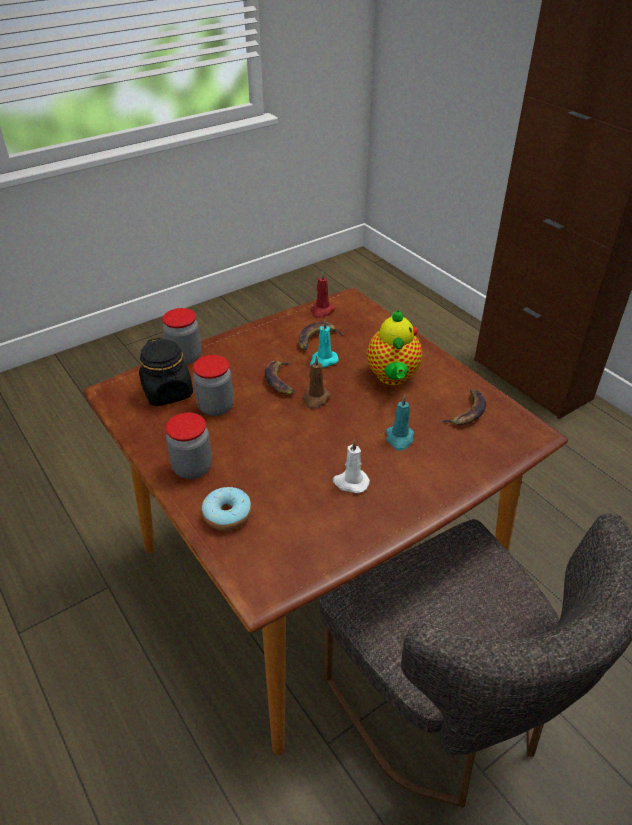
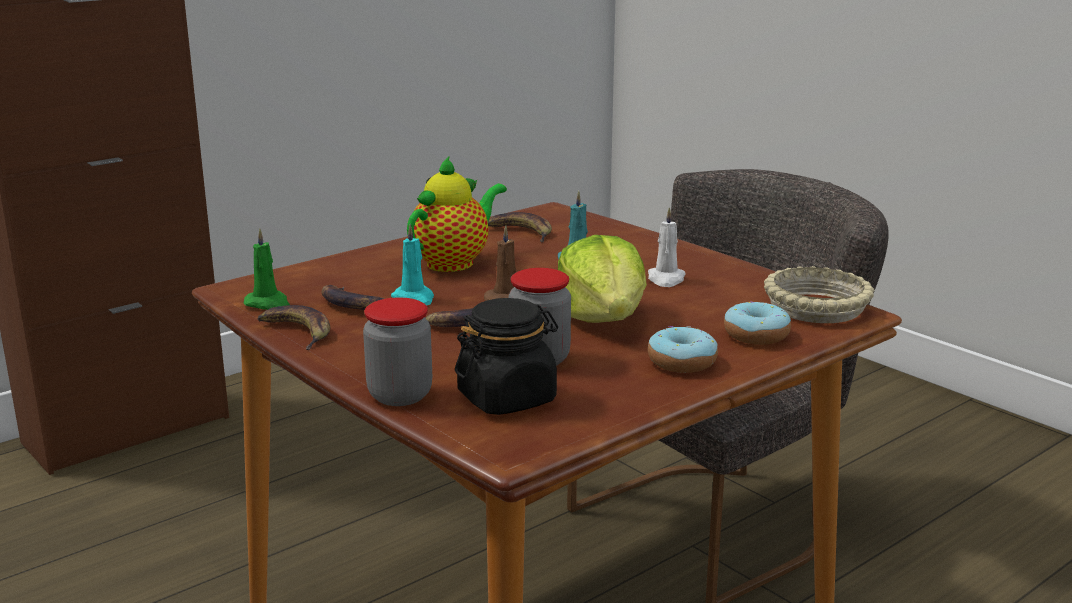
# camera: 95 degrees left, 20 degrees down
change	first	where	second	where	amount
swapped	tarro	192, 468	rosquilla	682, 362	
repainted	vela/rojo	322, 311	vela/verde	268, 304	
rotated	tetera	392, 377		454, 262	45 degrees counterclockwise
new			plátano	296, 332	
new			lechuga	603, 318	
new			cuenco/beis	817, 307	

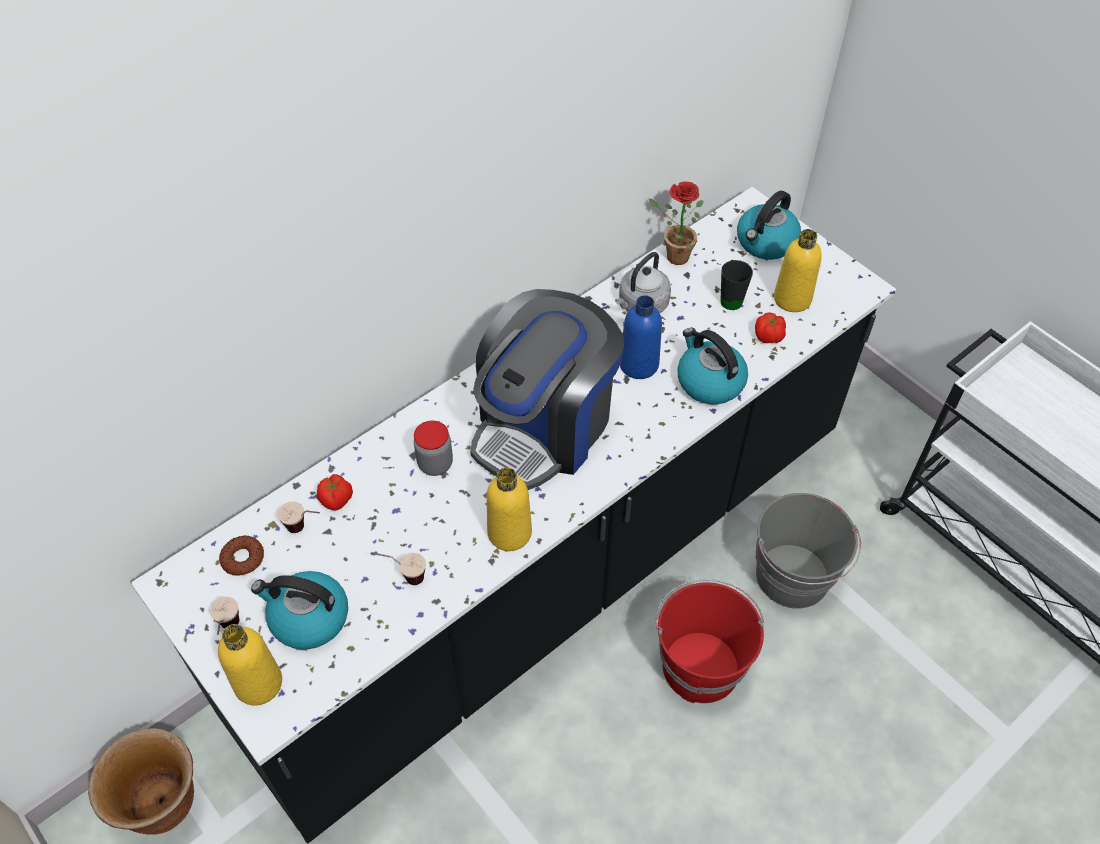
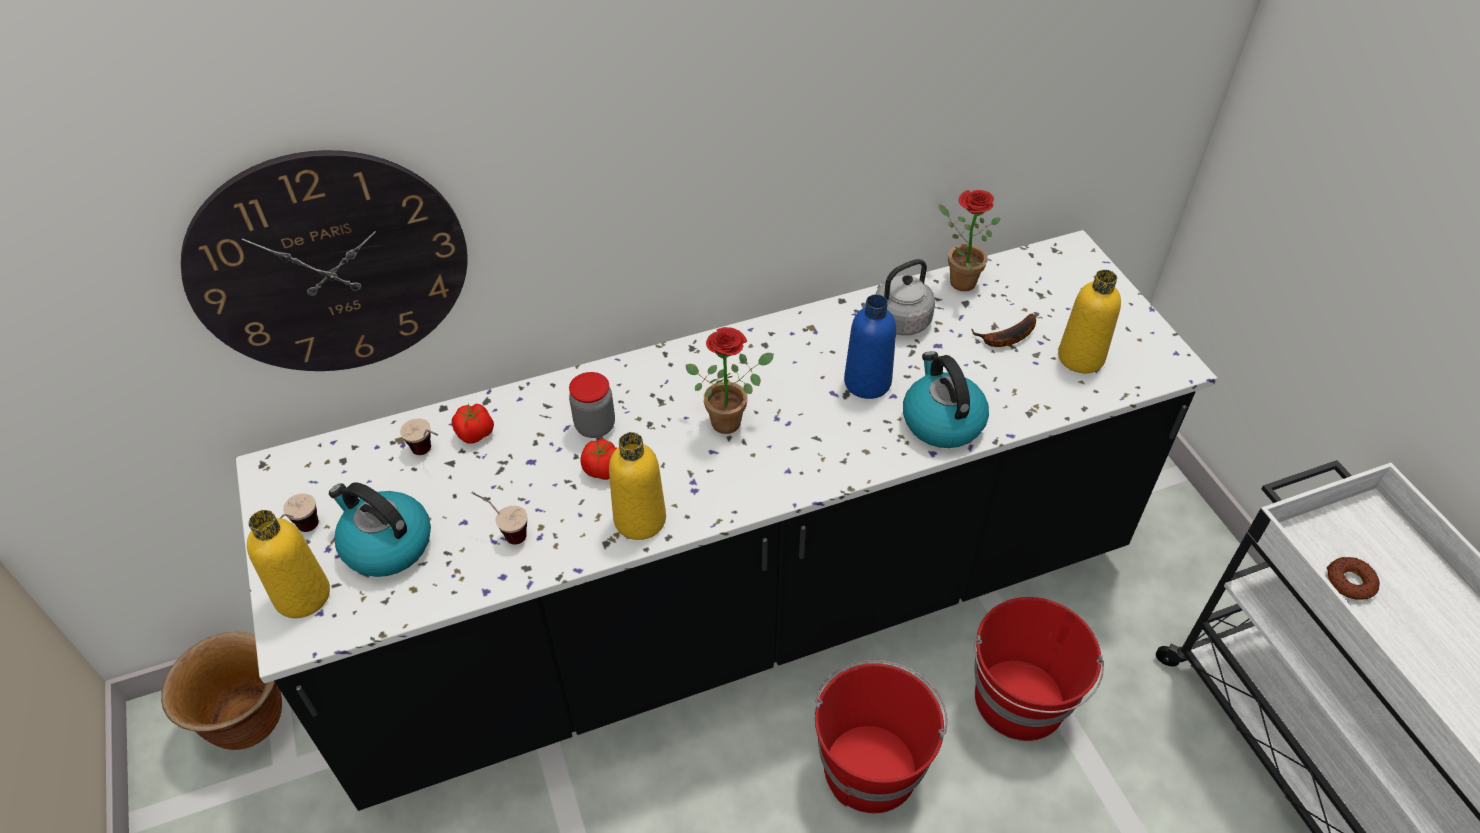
# camera: 20 degrees right, 5 degrees down
change	first	where	second	where	amount
shifted	rosquilla	242, 558		1350, 582	
swapped	cafetera	544, 426	planta en maceta	731, 419	
swapped	taza grande/negro	730, 297	plátano	1006, 338	
gone	hervidor	766, 243			
shifted	tomate	769, 337		603, 470	
repainted	cubo/gris	793, 577	cubo/rojo	1020, 701	
new			reloj de pared	330, 266	

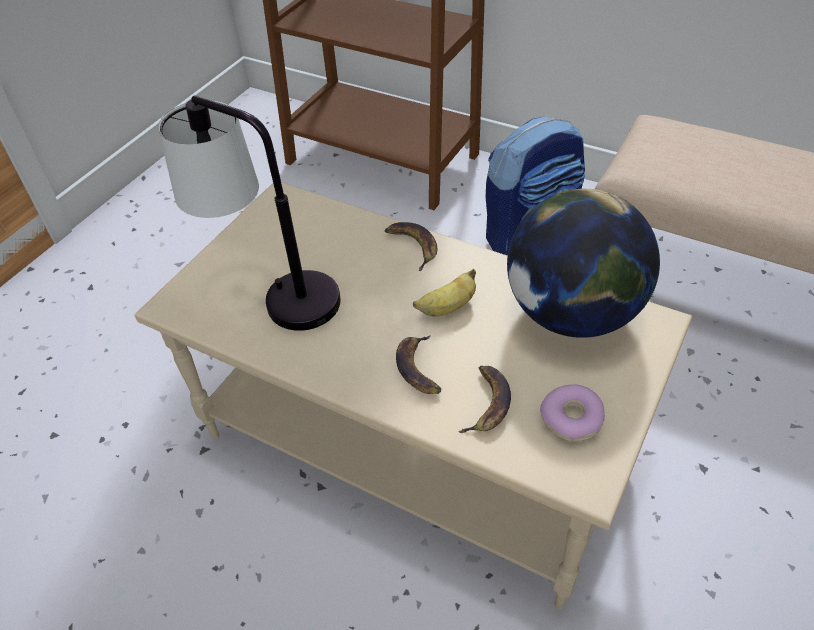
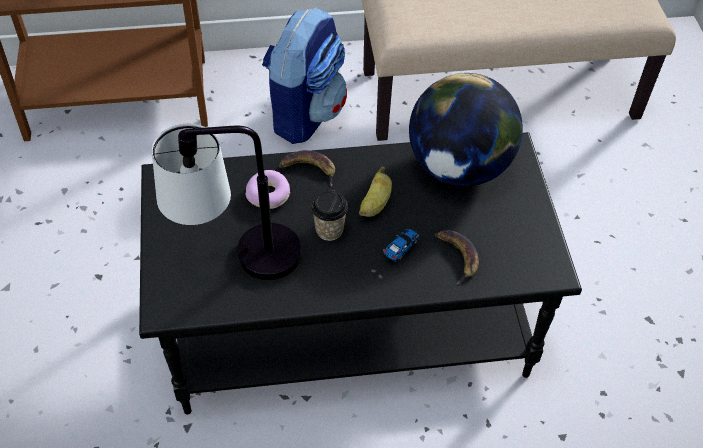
# camera: 40 degrees left, 5 degrees up
change	first	where	second	where	amount
repainted	mesa de centro/beis	418, 441	mesa de centro/negro	350, 323	
swapped	plátano	419, 368	coche de juguete	395, 257	
shifted	rosquilla	572, 419		268, 195	
new			taza	329, 230	

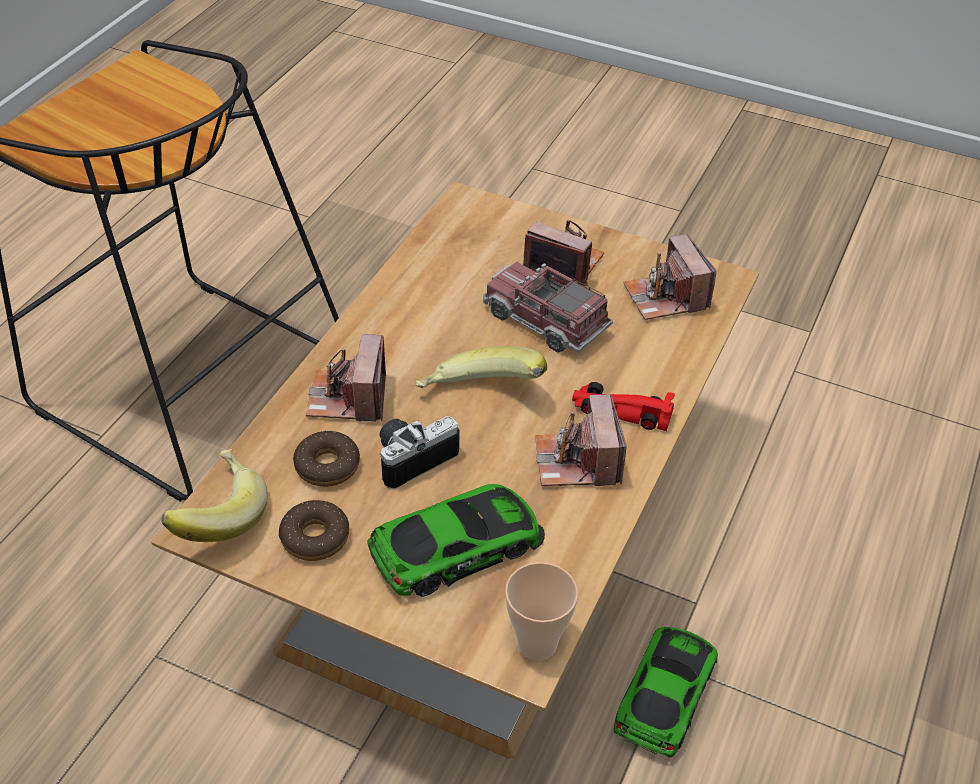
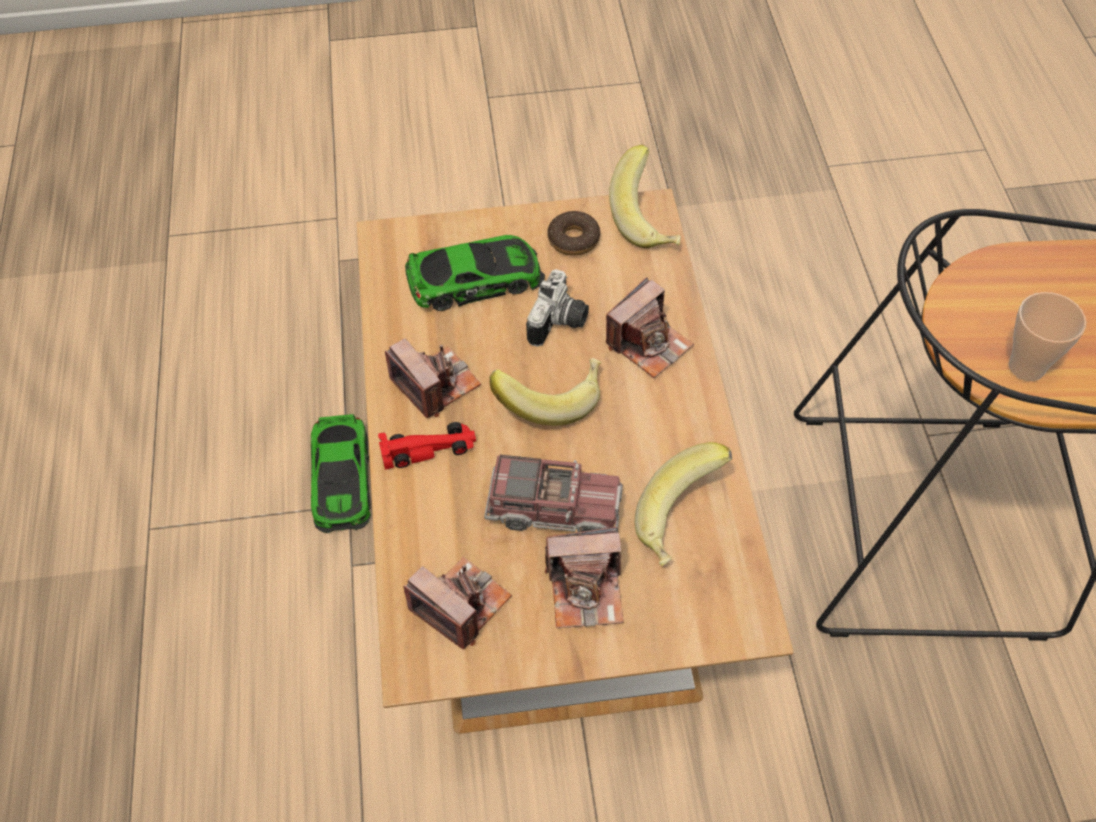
# camera: 150 degrees right, 10 degrees up
change	first	where	second	where	amount
gone	rosquilla	327, 466			
rotated	cámara	349, 398		648, 344	75 degrees clockwise
rotated	coche de juguete	458, 547		476, 280	135 degrees counterclockwise
shifted	taza	537, 643		1026, 367	
new			plátano	683, 520	

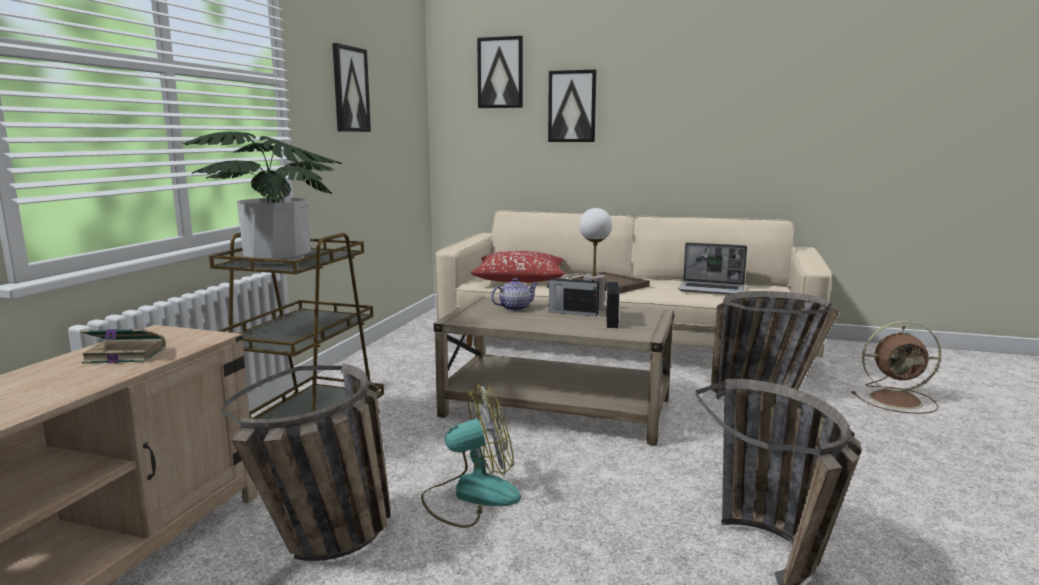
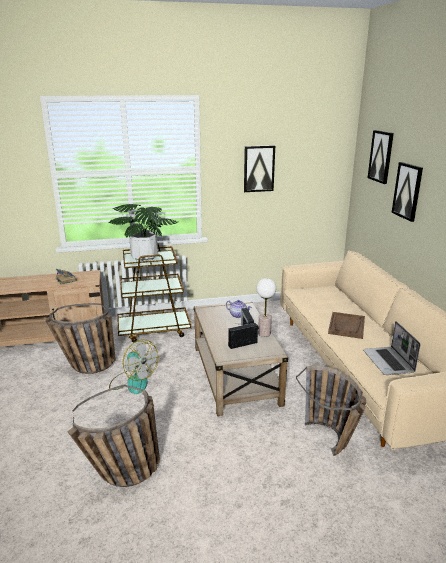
# camera: 60 degrees right, 10 degrees up
change	first	where	second	where	amount
gone	cojín/rojo	520, 280			
gone	ventilador/marrón	897, 400			

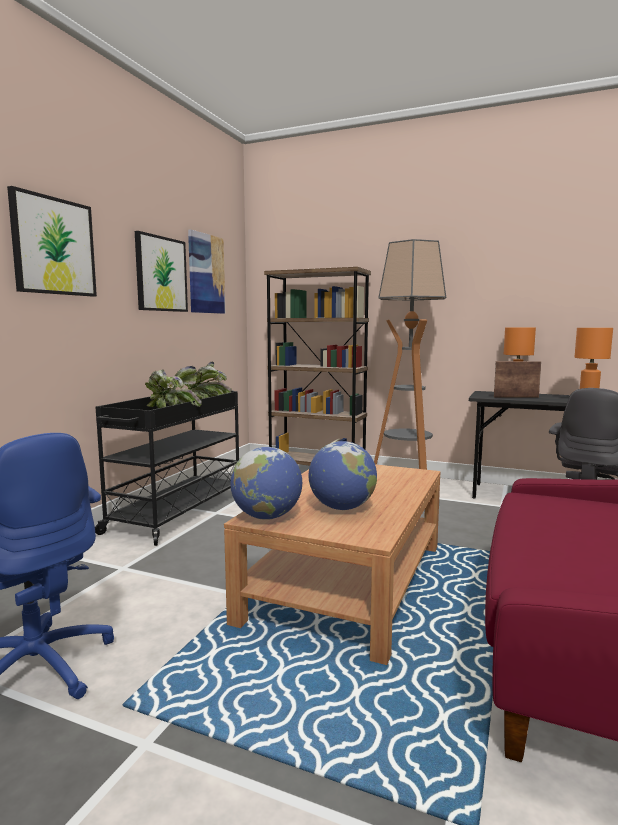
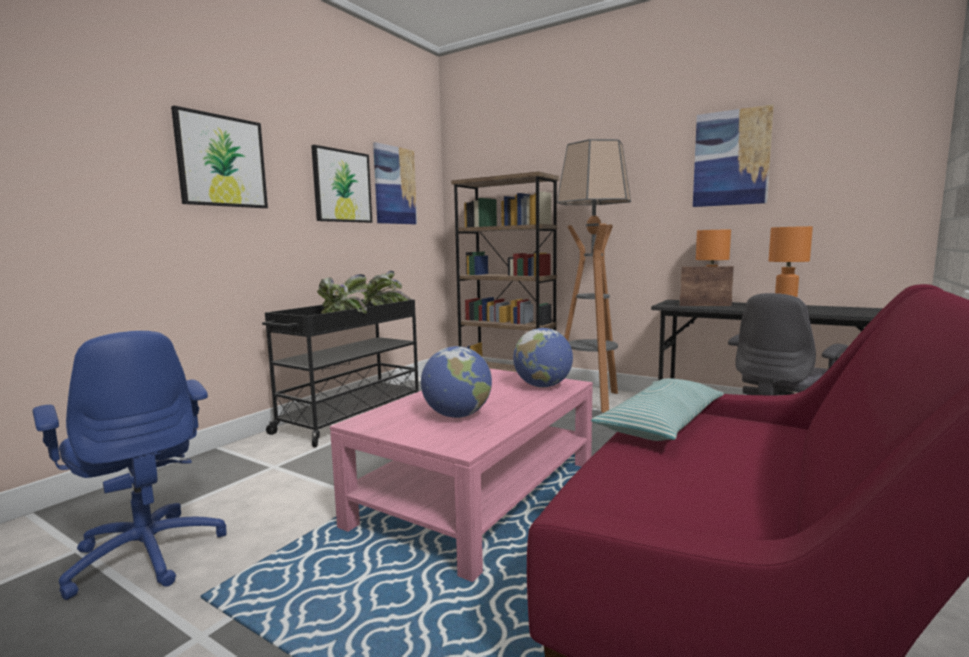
# camera: 10 degrees right, 0 degrees up
change	first	where	second	where	amount
repainted	mesa de centro/marrón	347, 582	mesa de centro/rosa	478, 493	
shifted	globo terráqueo	267, 517		542, 386	
new			cojín	661, 424	
new			cuadro	731, 158	

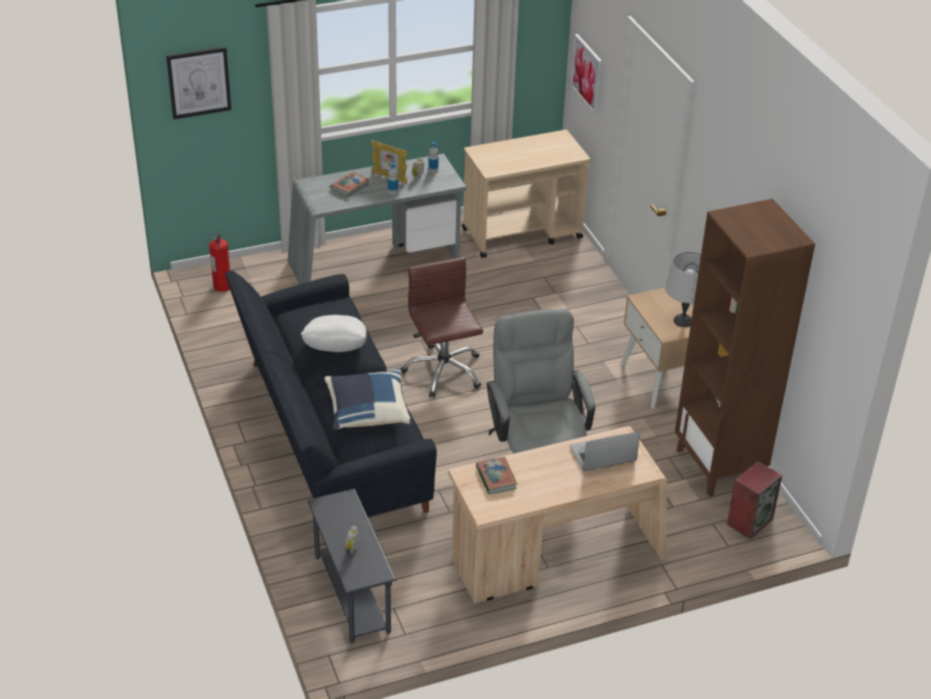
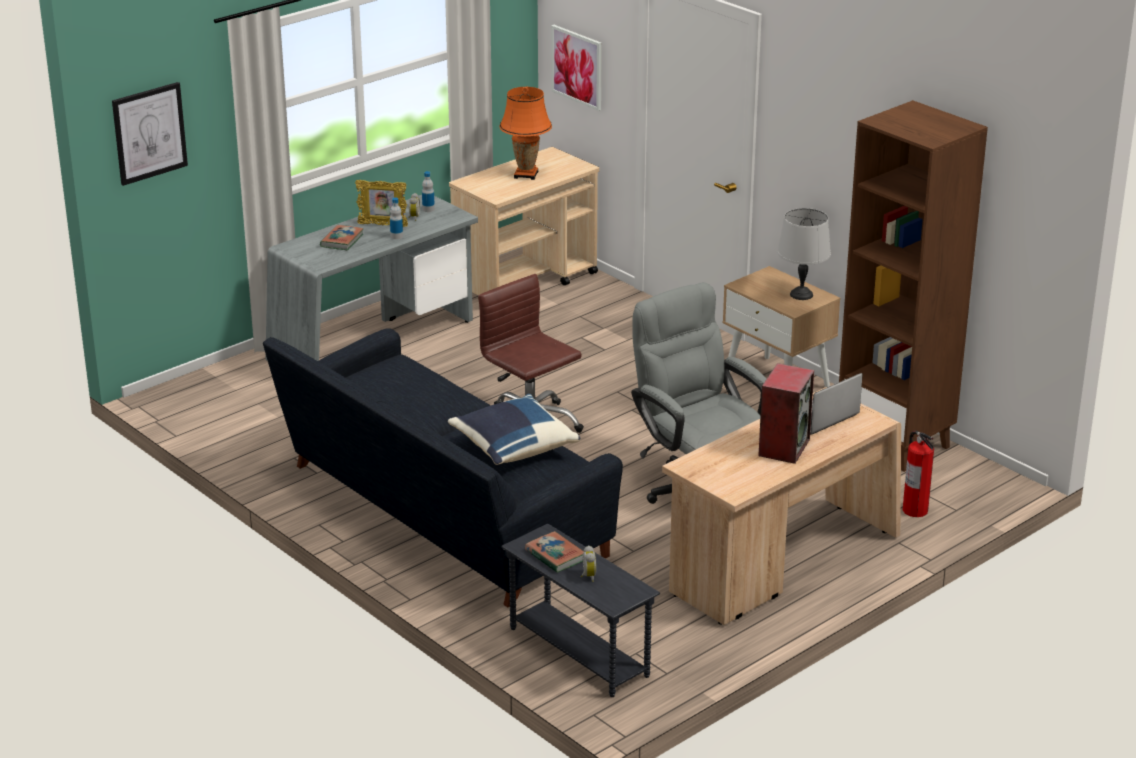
# camera: 20 degrees left, 10 degrees down
change	first	where	second	where	amount
shifted	extintor	222, 286		914, 510	
gone	cojín/blanco	335, 352			
shifted	libro	496, 478		555, 555	
shifted	altavoz	749, 521		783, 447	
new			lámpara de mesa/naranja	525, 175	

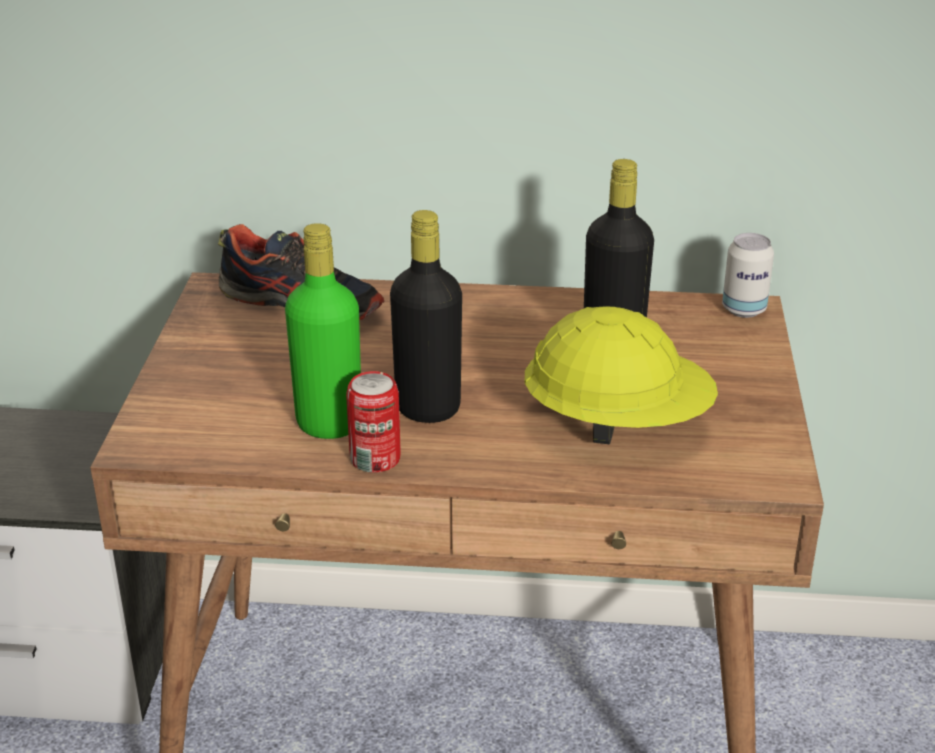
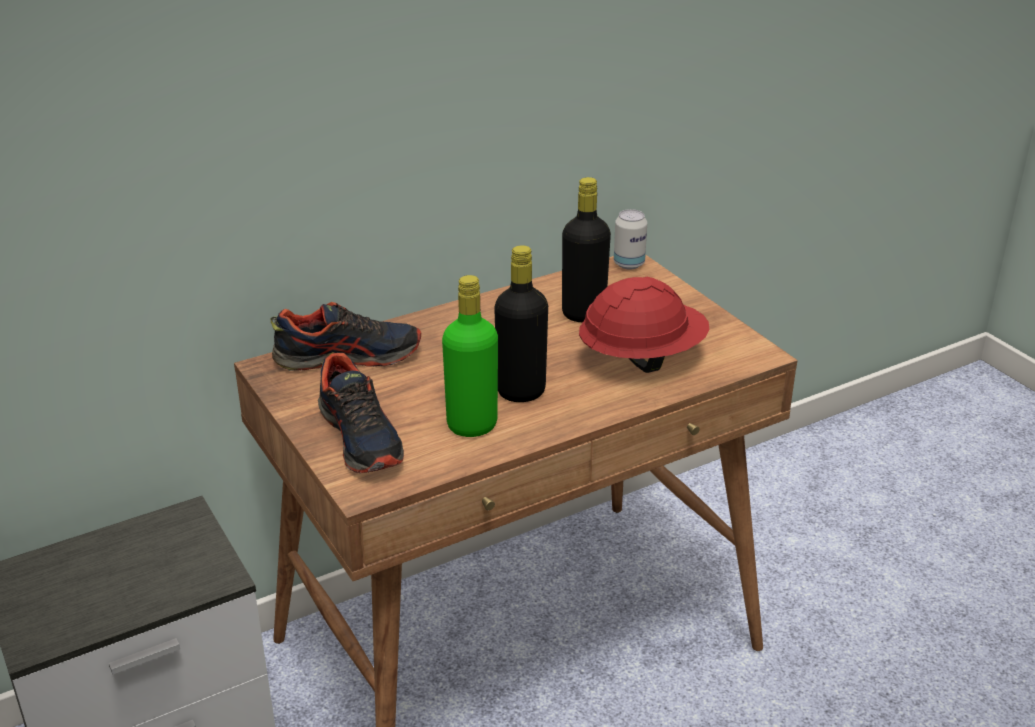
# camera: 35 degrees left, 0 degrees up
change	first	where	second	where	amount
gone	lata	375, 459			
repainted	casco/amarillo	617, 424	casco/rojo	642, 358	
new			zapato	361, 437	

